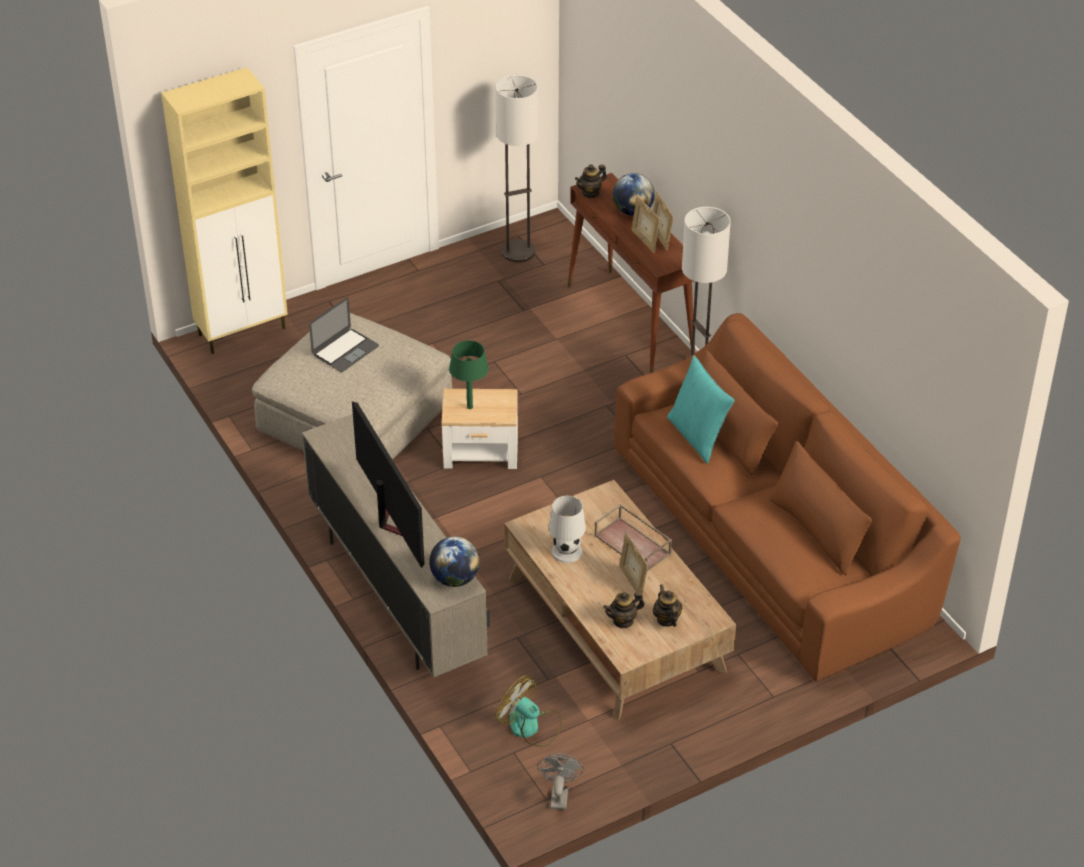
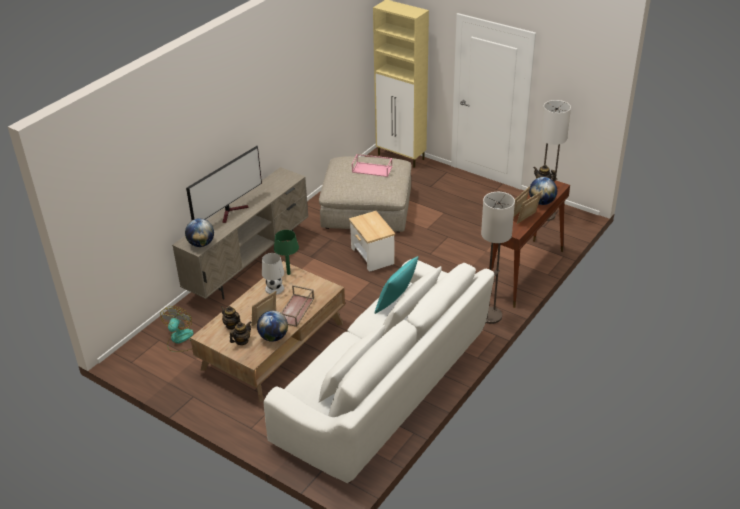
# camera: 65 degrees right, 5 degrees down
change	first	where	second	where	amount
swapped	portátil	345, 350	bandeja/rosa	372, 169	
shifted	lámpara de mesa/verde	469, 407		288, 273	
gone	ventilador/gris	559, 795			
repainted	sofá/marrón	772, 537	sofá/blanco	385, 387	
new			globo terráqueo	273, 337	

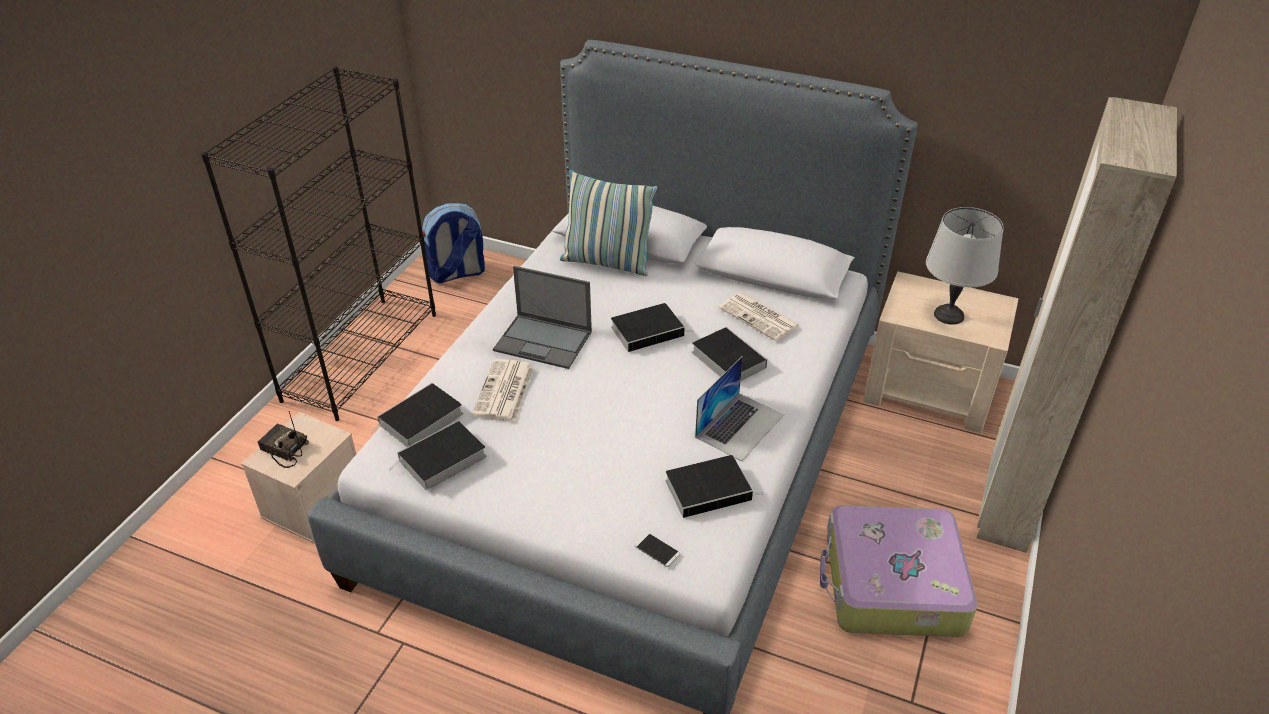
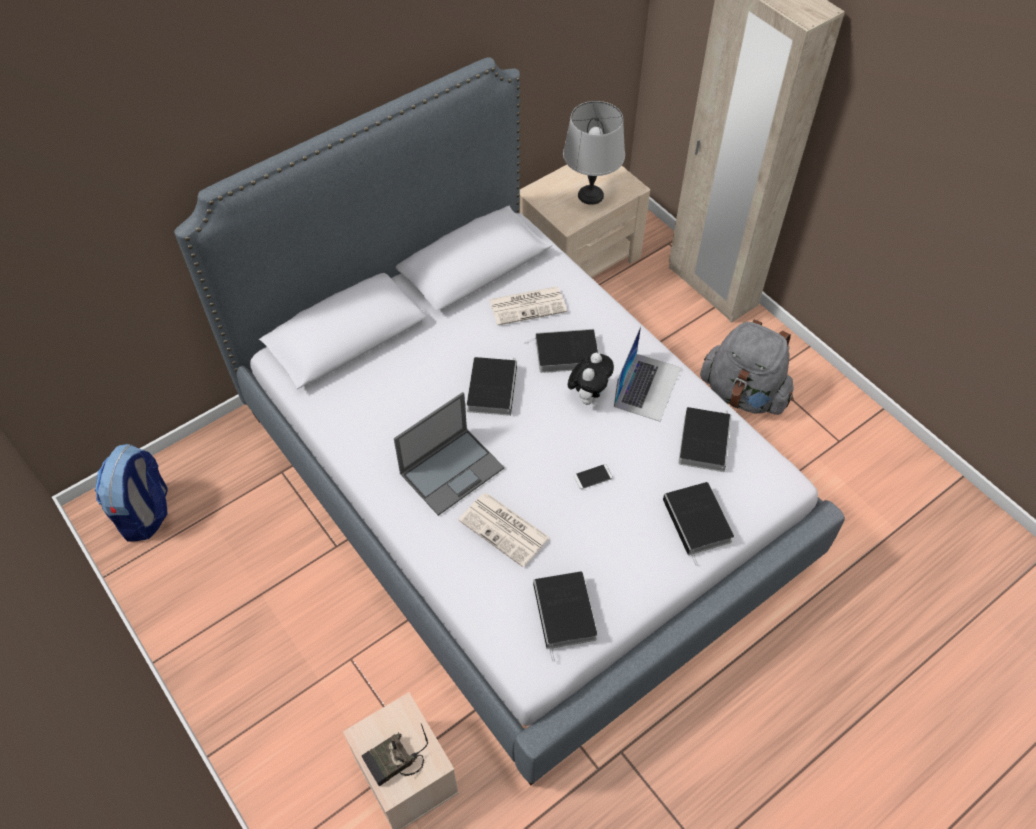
# camera: 60 degrees left, 15 degrees up
change	first	where	second	where	amount
gone	estantería/negro	361, 355			
shifted	libro	420, 421		698, 522	
gone	cojín	607, 262			
shifted	móvil	657, 550		593, 477	
rotated	portátil	739, 425		647, 386	45 degrees clockwise
swapped	maleta	891, 585	mochila/gris	743, 394	
new			peluche	588, 395	

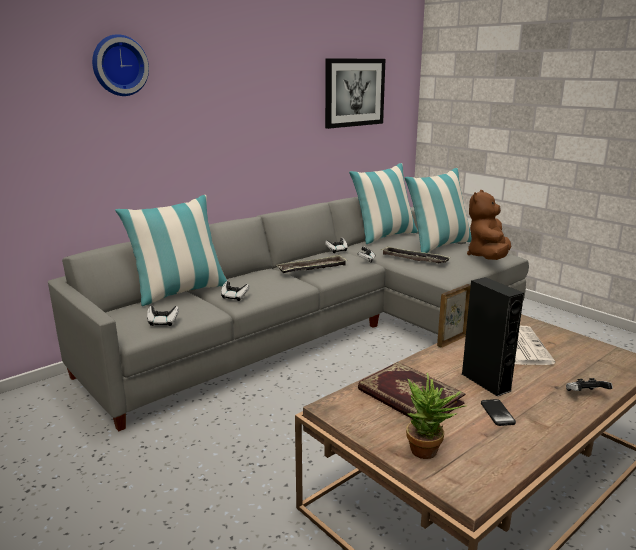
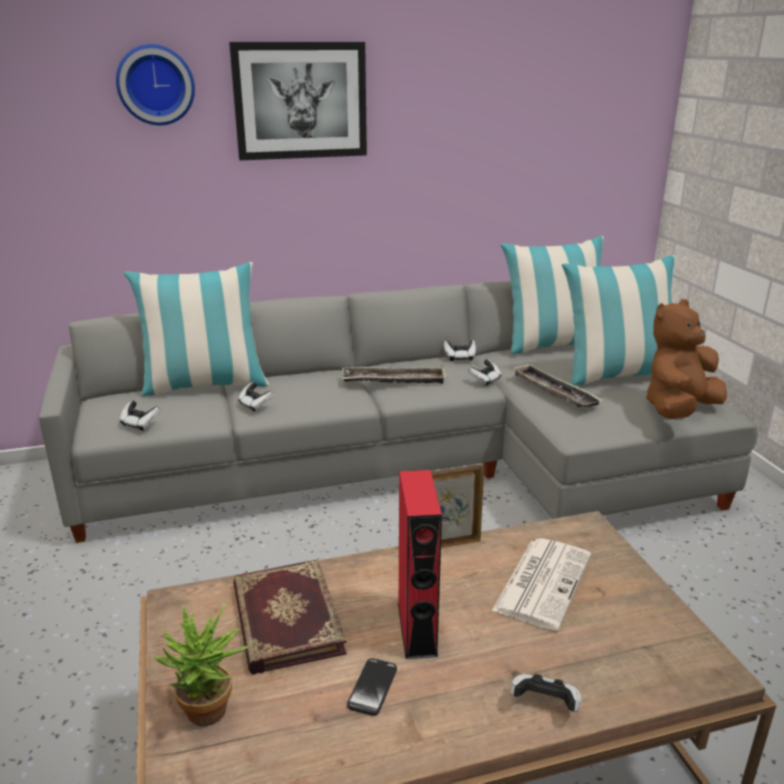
# camera: 25 degrees right, 5 degrees up
change	first	where	second	where	amount
shifted	cuadro	354, 92		300, 101	
repainted	altavoz/negro	485, 382	altavoz/rojo	417, 629	

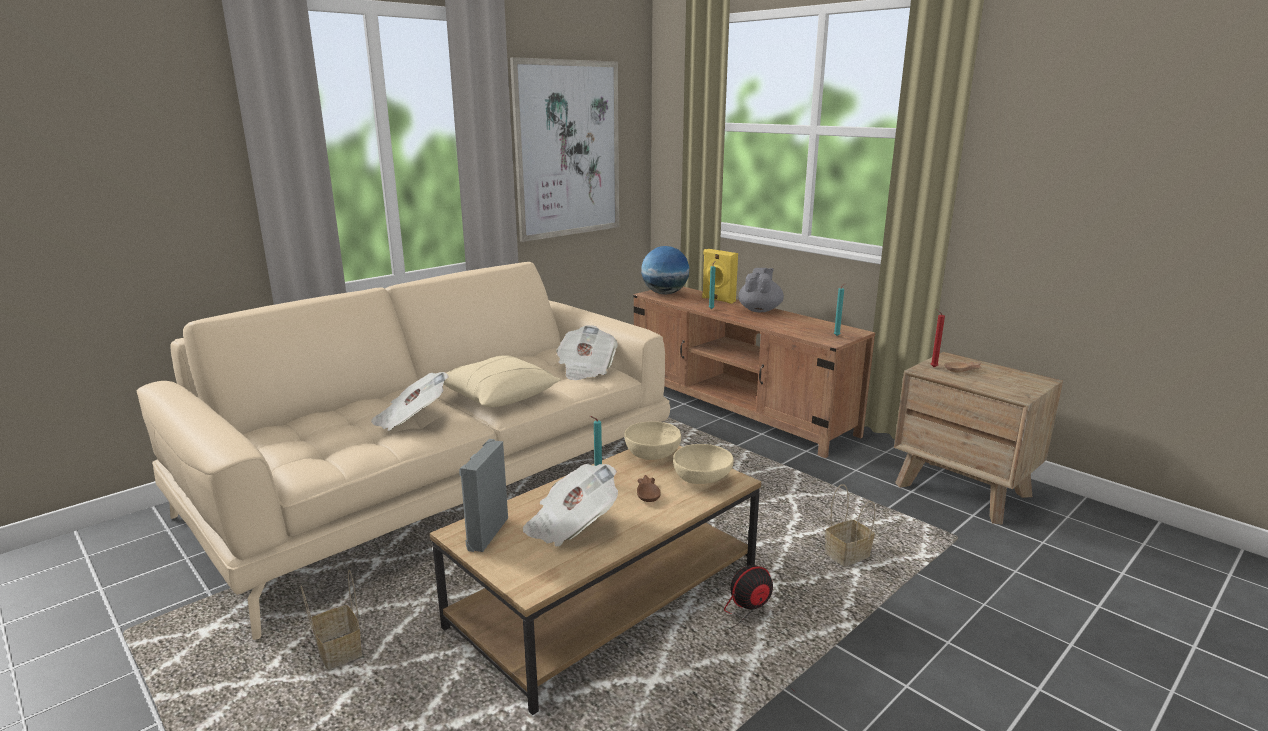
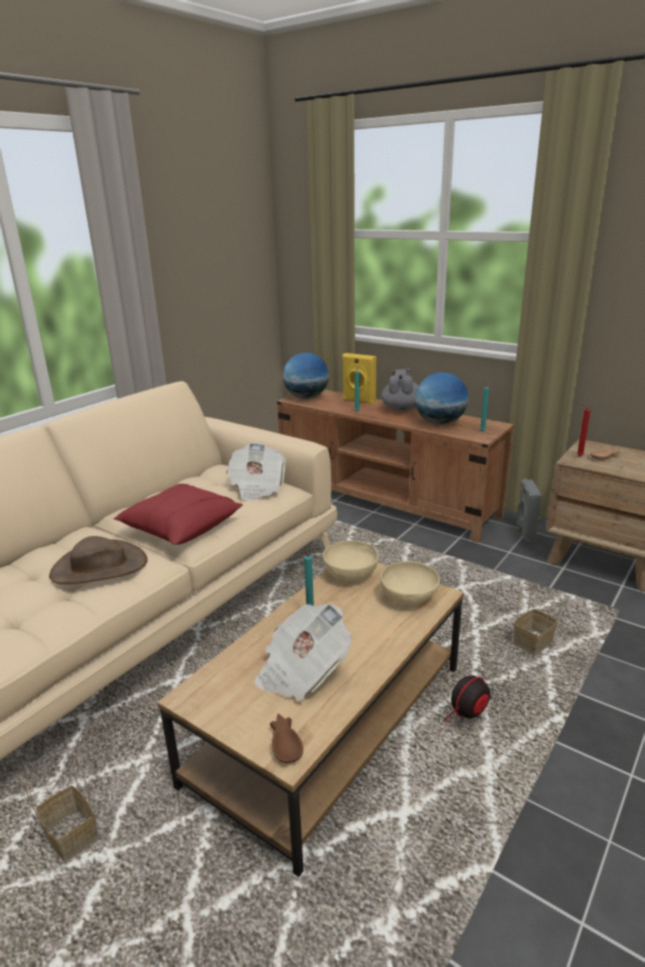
# camera: 10 degrees left, 5 degrees up
change	first	where	second	where	amount
swapped	periódico	411, 420	sombrero/marrón	99, 567	
repainted	cojín/beis	499, 396	cojín/rojo	181, 527	
shifted	altavoz/gris	486, 533		525, 532	
gone	cuadro	567, 149			
shifted	cuenco/marrón	648, 493		286, 742	
new			globo terráqueo	439, 423	

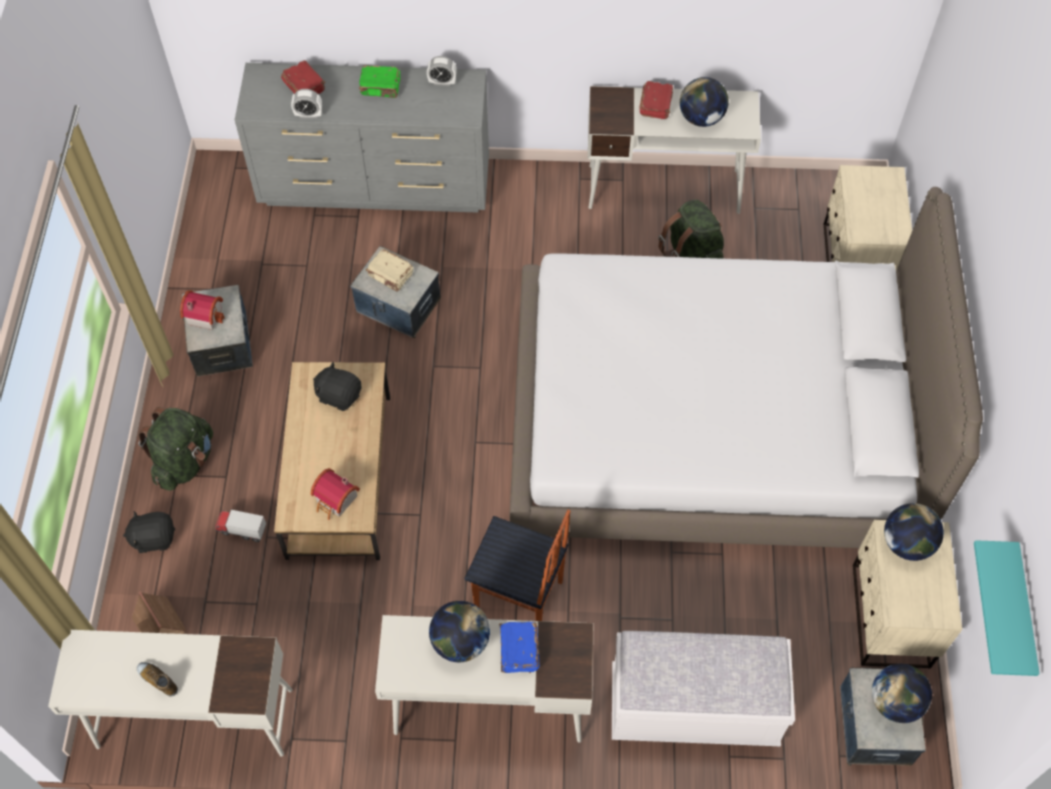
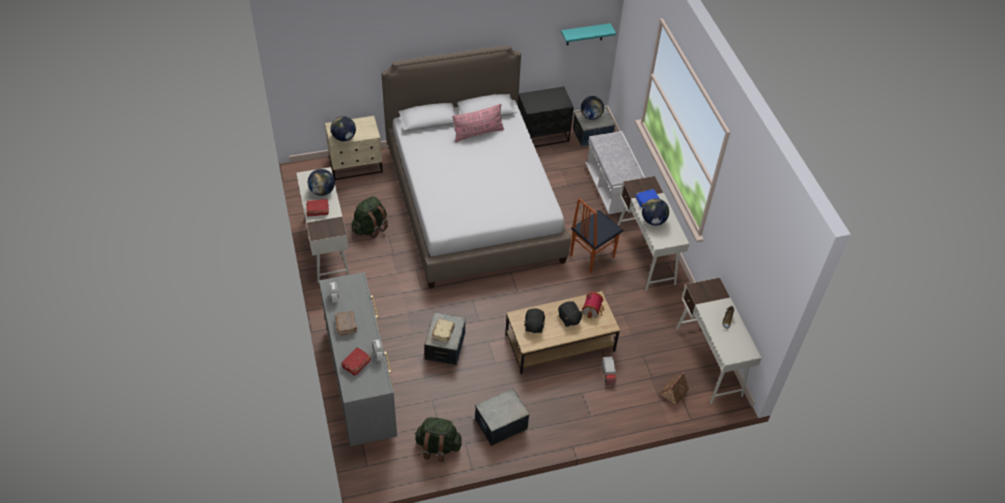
# camera: 110 degrees left, 10 degrees down
change	first	where	second	where	amount
shifted	peluche/negro	154, 538		569, 319	
shifted	mochila/verde	184, 461		438, 447	
gone	casita	205, 314			
repainted	libro/verde	381, 87	libro/marrón	346, 326	
rotated	silla	519, 597		591, 256	135 degrees counterclockwise
repainted	mesita de noche/beis	889, 616	mesita de noche/negro	543, 136	
shifted	globo terráqueo	906, 543		344, 137	
new			cojín/rosa	478, 133	

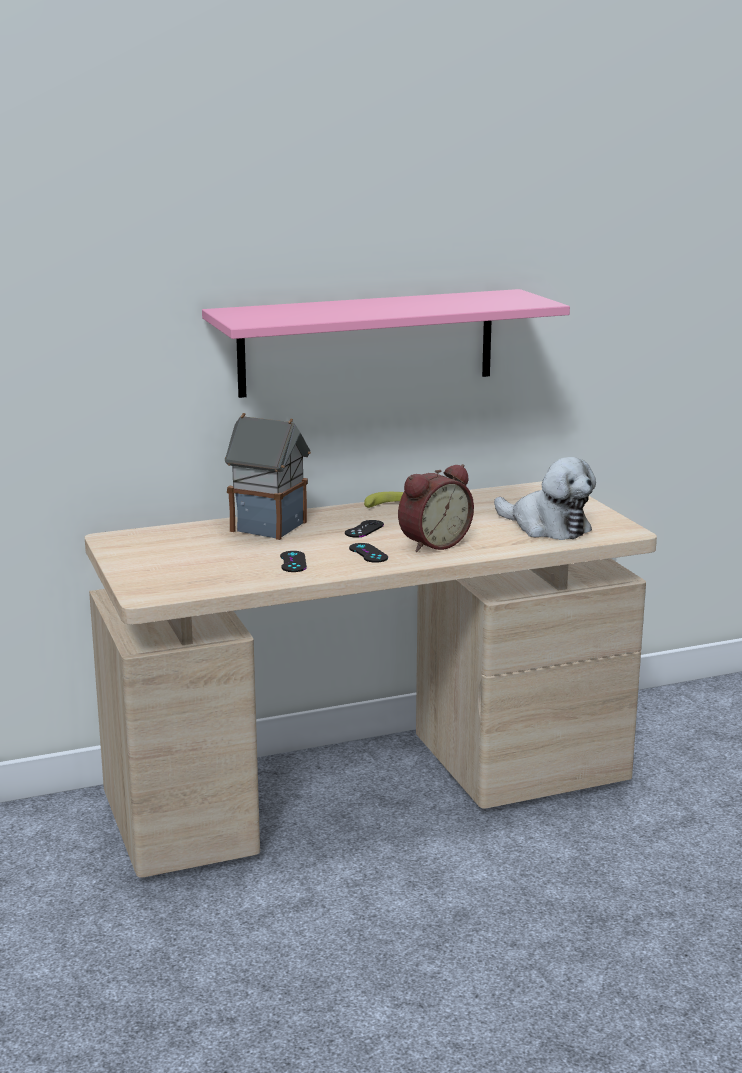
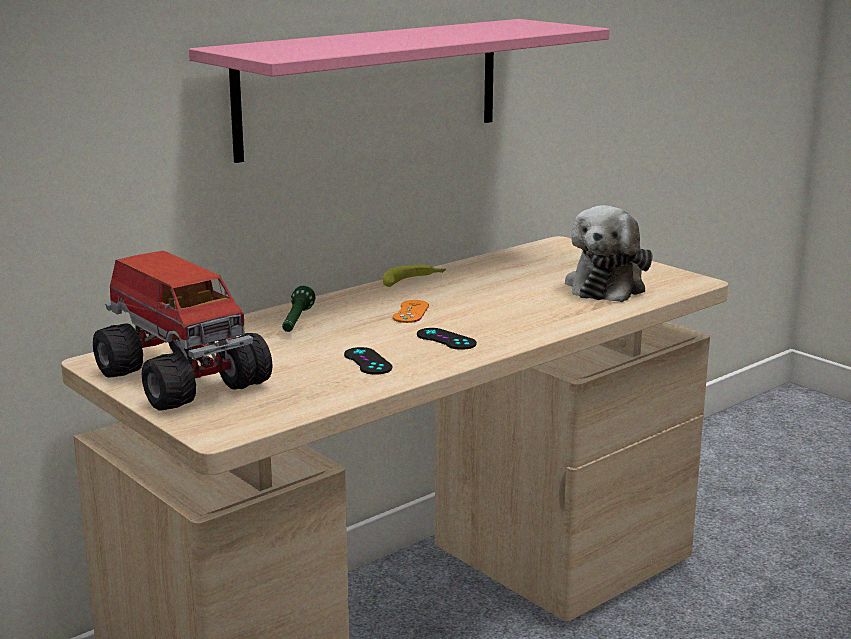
# camera: 20 degrees left, 0 degrees up
change	first	where	second	where	amount
swapped	casita	271, 527	linterna/verde	296, 322	
repainted	mando de consola/negro	364, 529	mando de consola/naranja	411, 312	
gone	despertador	432, 543			
rotated	peluche	546, 527		607, 286	90 degrees clockwise
new			camión de juguete	180, 378	

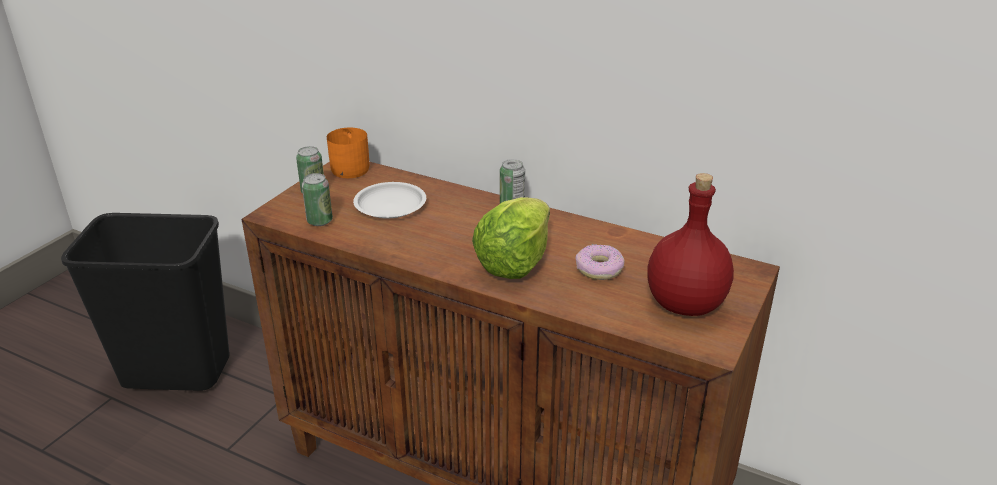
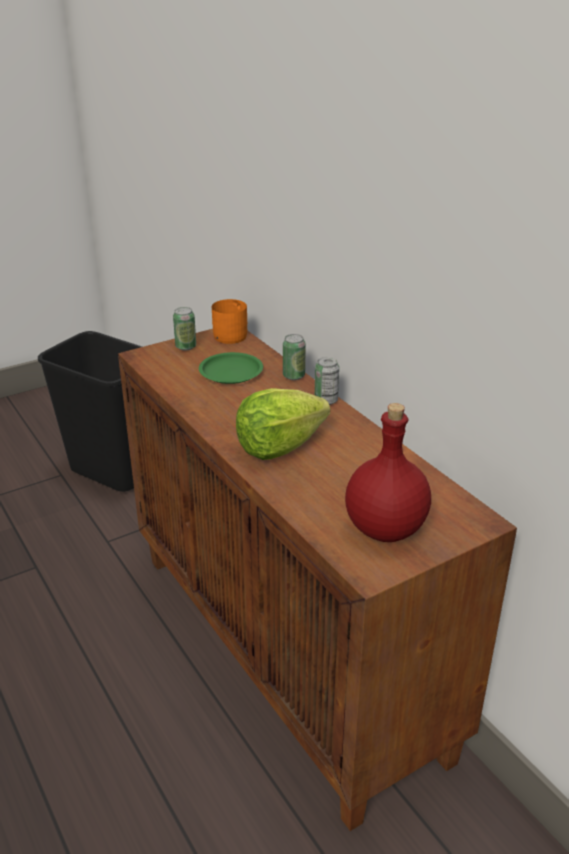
# camera: 30 degrees right, 0 degrees up
change	first	where	second	where	amount
shifted	lata	319, 221		293, 376	
repainted	plato/blanco	389, 205	plato/verde	230, 372	
gone	rosquilla	599, 269			

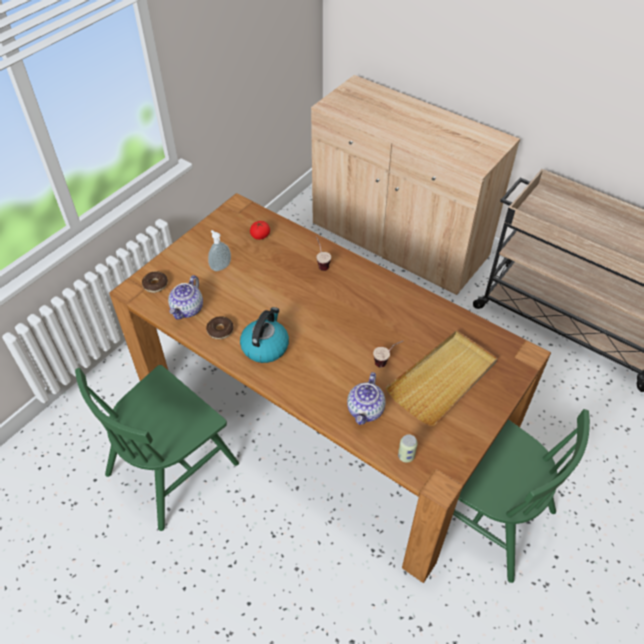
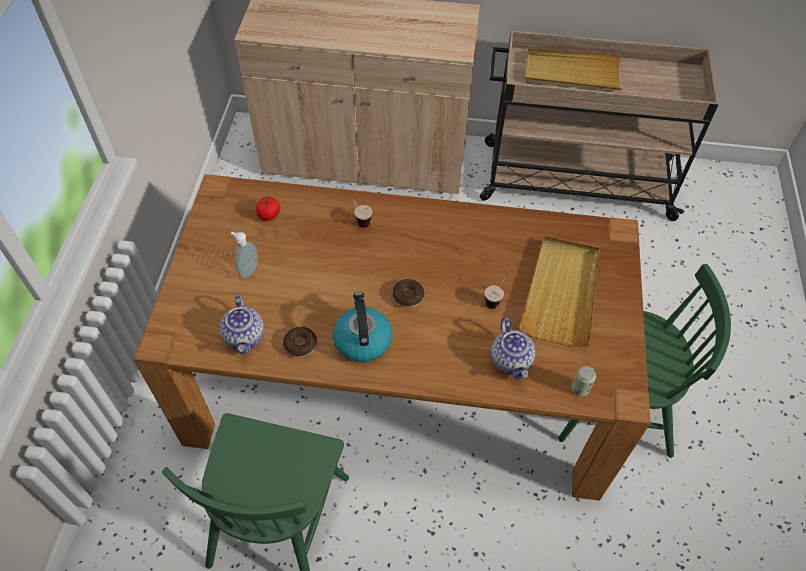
# camera: 30 degrees left, 5 degrees up
change	first	where	second	where	amount
shifted	rosquilla	155, 285		408, 296	
new			bandeja/beis	571, 73	

